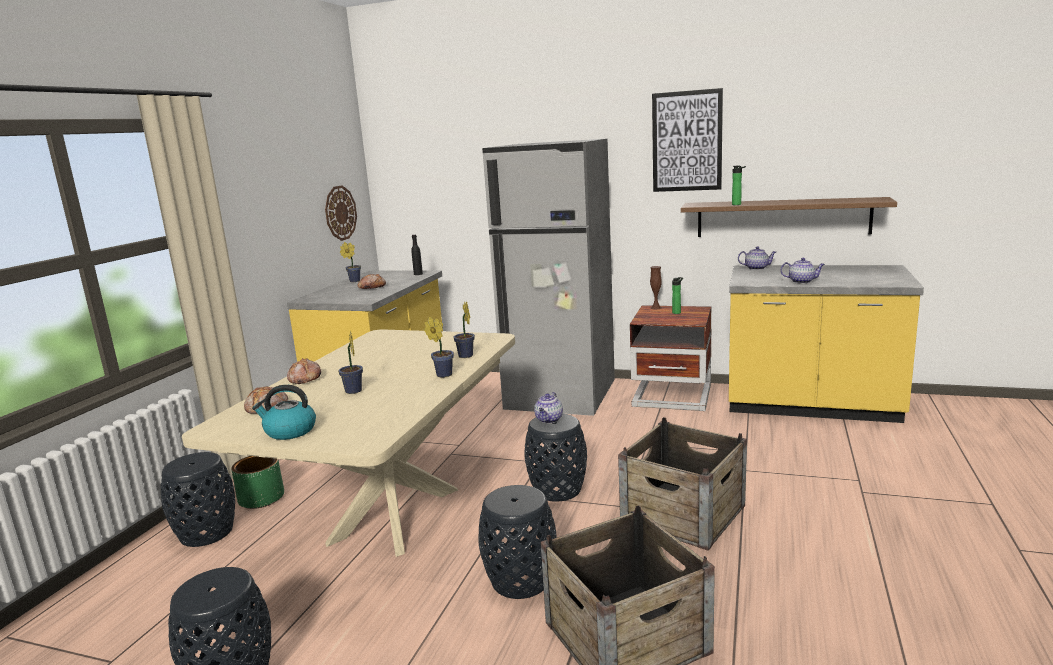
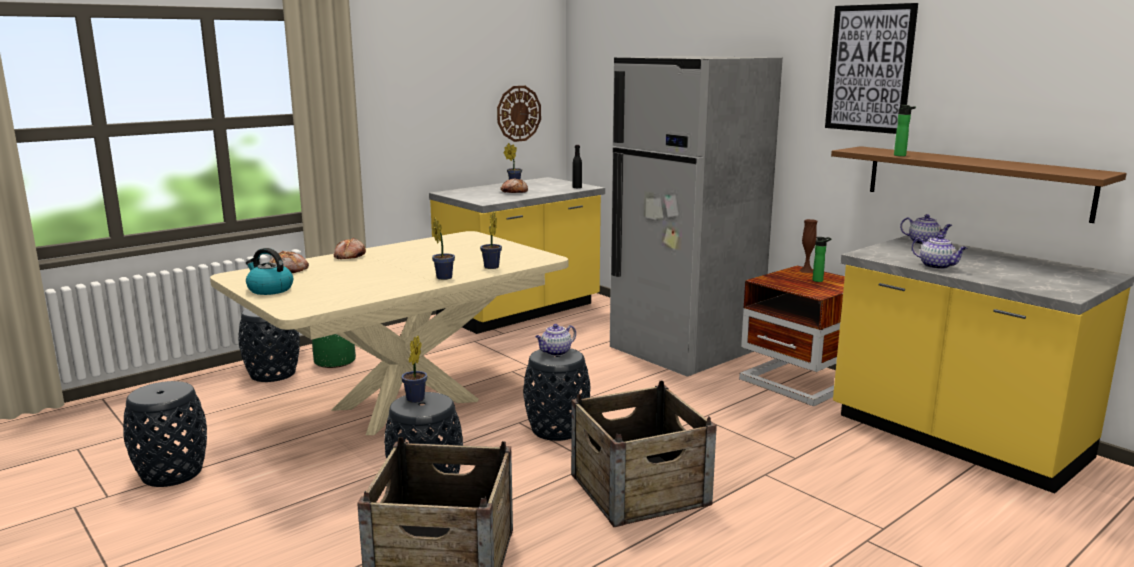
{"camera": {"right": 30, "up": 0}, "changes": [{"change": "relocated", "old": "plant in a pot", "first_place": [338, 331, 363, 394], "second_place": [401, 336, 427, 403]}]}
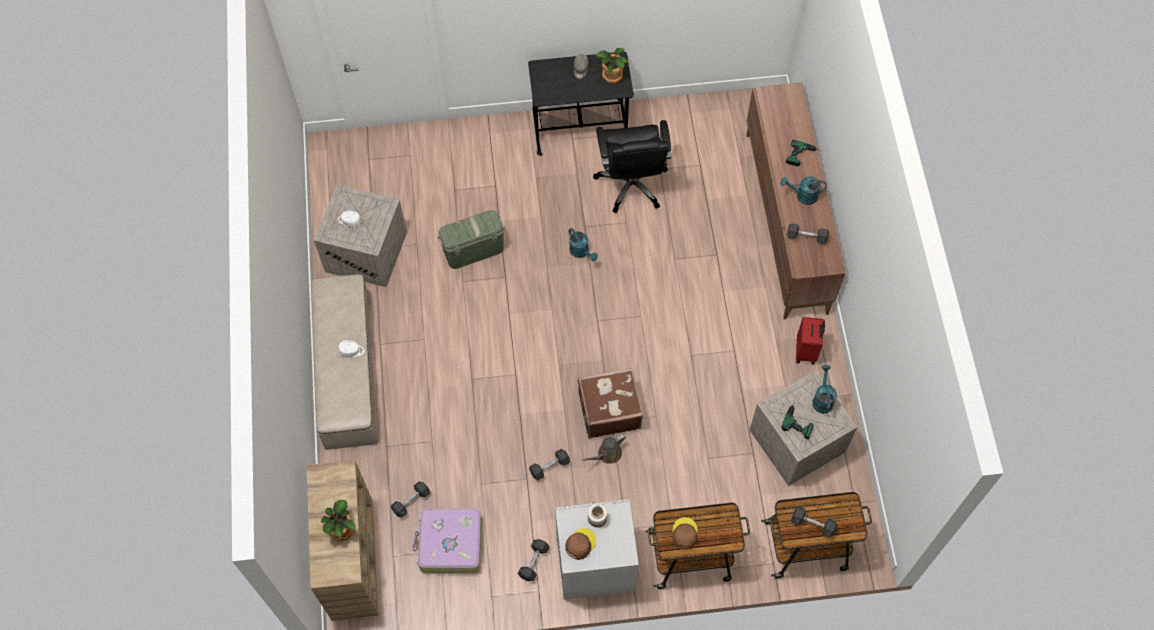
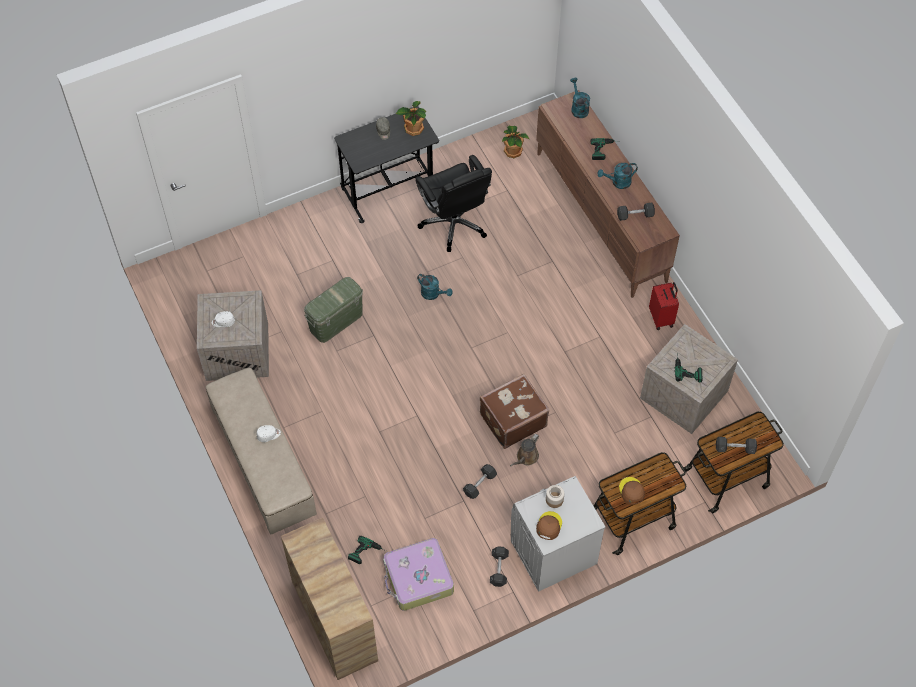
{"camera": {"right": -20, "up": -5}, "changes": [{"change": "relocated", "old": "plant in a pot", "first_place": [321, 500, 355, 541], "second_place": [502, 126, 529, 158]}, {"change": "exchanged", "old": "dumbbell (grey)", "new": "drill", "first_place": [391, 481, 430, 518], "second_place": [348, 536, 386, 564]}, {"change": "relocated", "old": "watering can (blue-green)", "first_place": [813, 365, 837, 414], "second_place": [570, 78, 590, 118]}]}
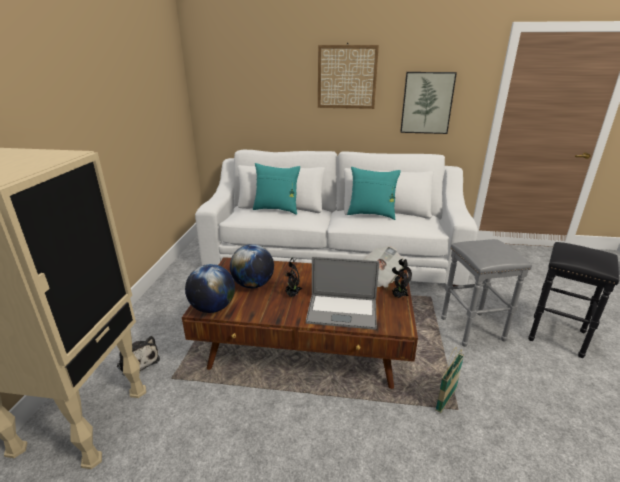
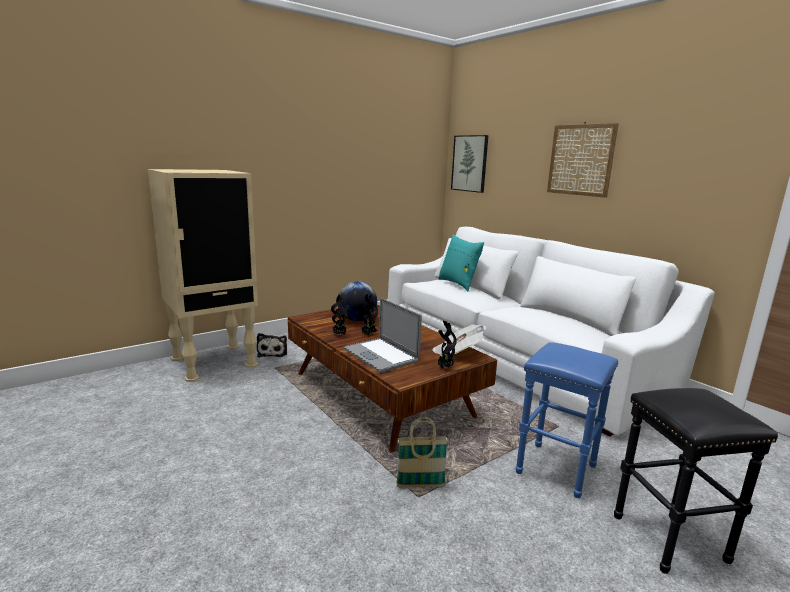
{"camera": {"right": 45, "up": -10}, "changes": [{"change": "missing", "old": "world globe", "first_place": [185, 264, 235, 313]}, {"change": "missing", "old": "pillow (blue-green)", "first_place": [347, 167, 401, 220]}, {"change": "relocated", "old": "wall picture", "first_place": [400, 72, 457, 134], "second_place": [451, 135, 488, 193]}, {"change": "colour", "old": "stool seat (grey)", "new": "stool seat (blue-coloured)", "first_place": [441, 239, 532, 347], "second_place": [516, 342, 618, 498]}, {"change": "appeared", "new": "plant in a pot", "second_place": [331, 293, 349, 335]}]}
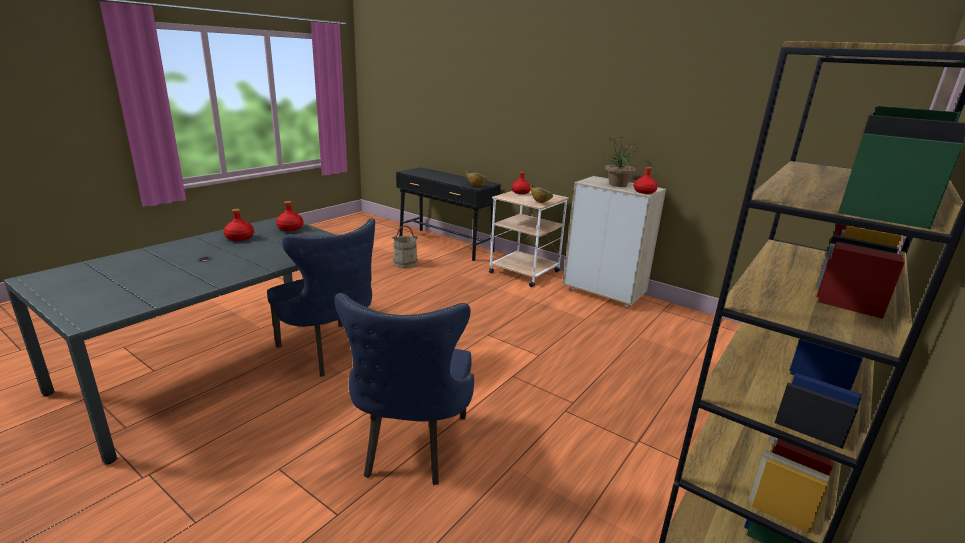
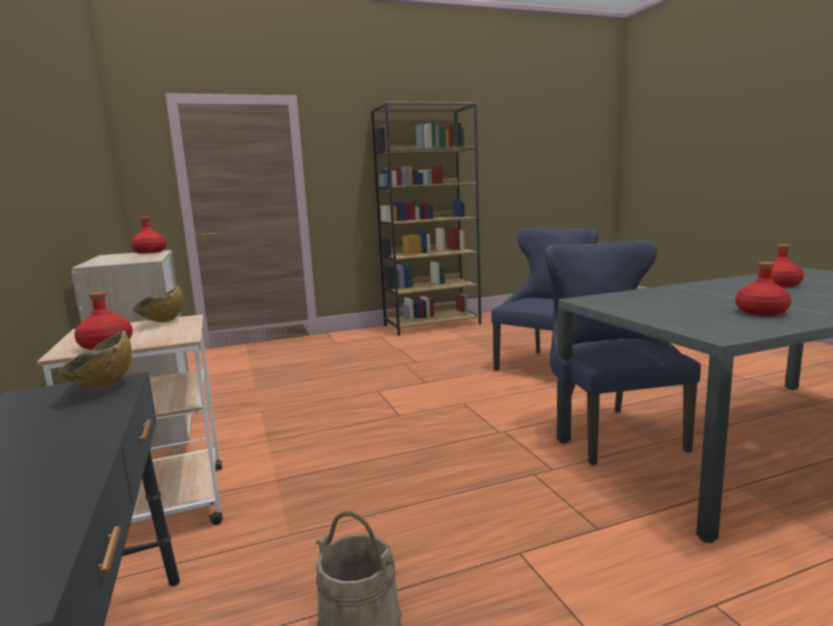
{"camera": {"right": -145, "up": -10}, "changes": [{"change": "relocated", "old": "beverage bottle (reddish)", "first_place": [276, 201, 304, 231], "second_place": [758, 244, 804, 287]}, {"change": "missing", "old": "plant in a pot", "first_place": [603, 136, 638, 187]}]}
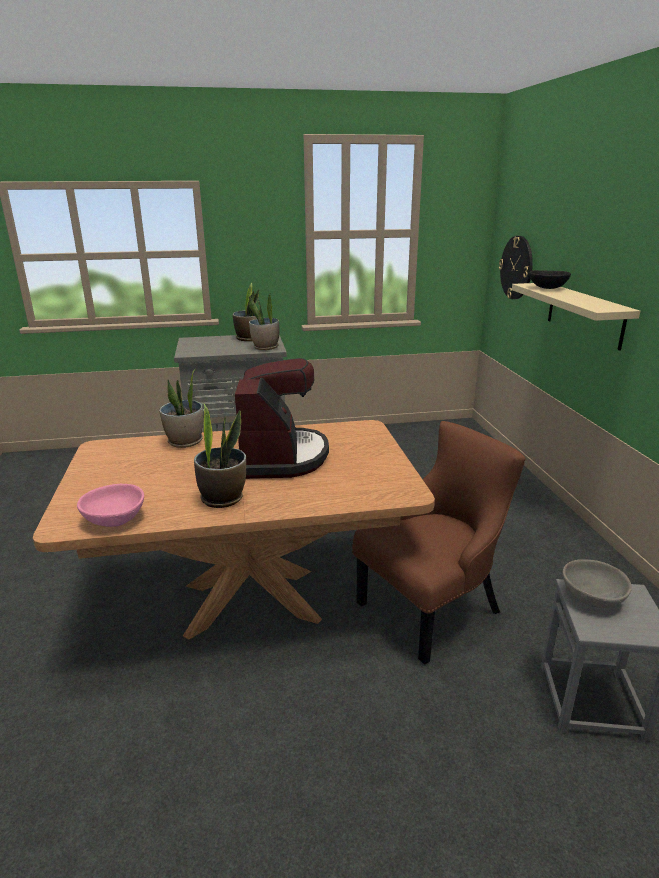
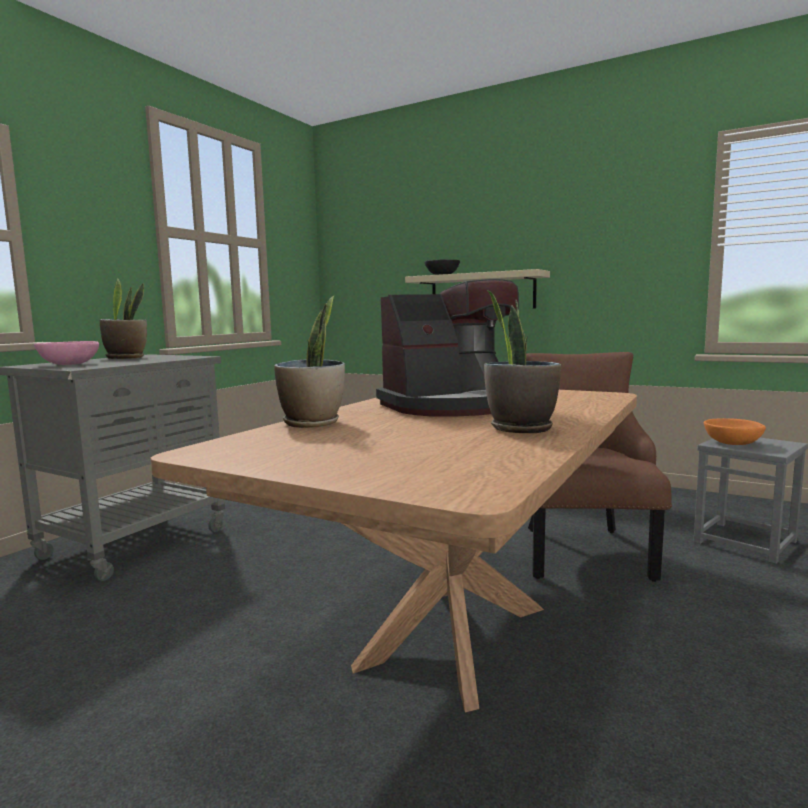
{"camera": {"right": -50, "up": -15}, "changes": [{"change": "relocated", "old": "bowl (pink-coloured)", "first_place": [77, 484, 144, 527], "second_place": [34, 341, 99, 365]}, {"change": "spun", "old": "coffee brewer", "first_place": [235, 358, 329, 479], "second_place": [376, 279, 519, 417], "degrees": 120}, {"change": "missing", "old": "plant in a pot", "first_place": [249, 294, 279, 350]}, {"change": "missing", "old": "hanging clock", "first_place": [499, 236, 533, 299]}, {"change": "colour", "old": "bowl (grey)", "new": "bowl (orange)", "first_place": [562, 559, 632, 608], "second_place": [704, 418, 766, 445]}]}
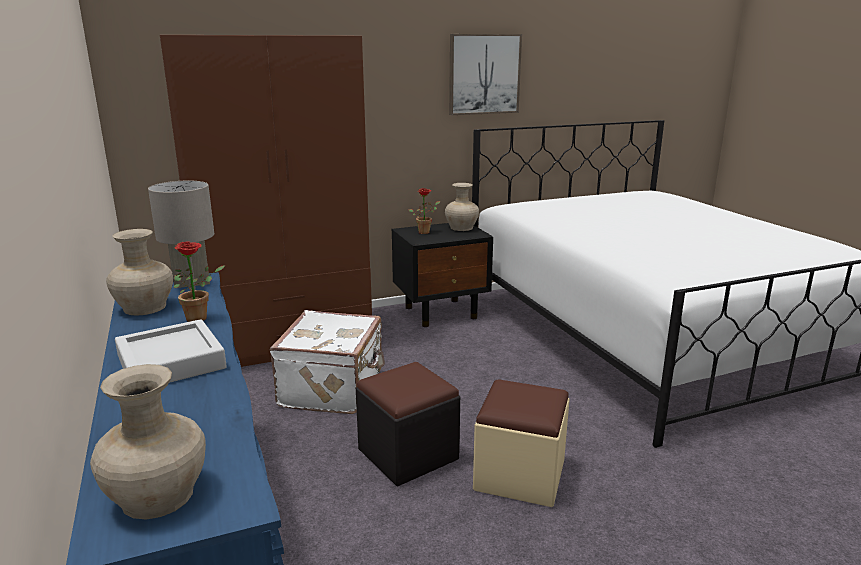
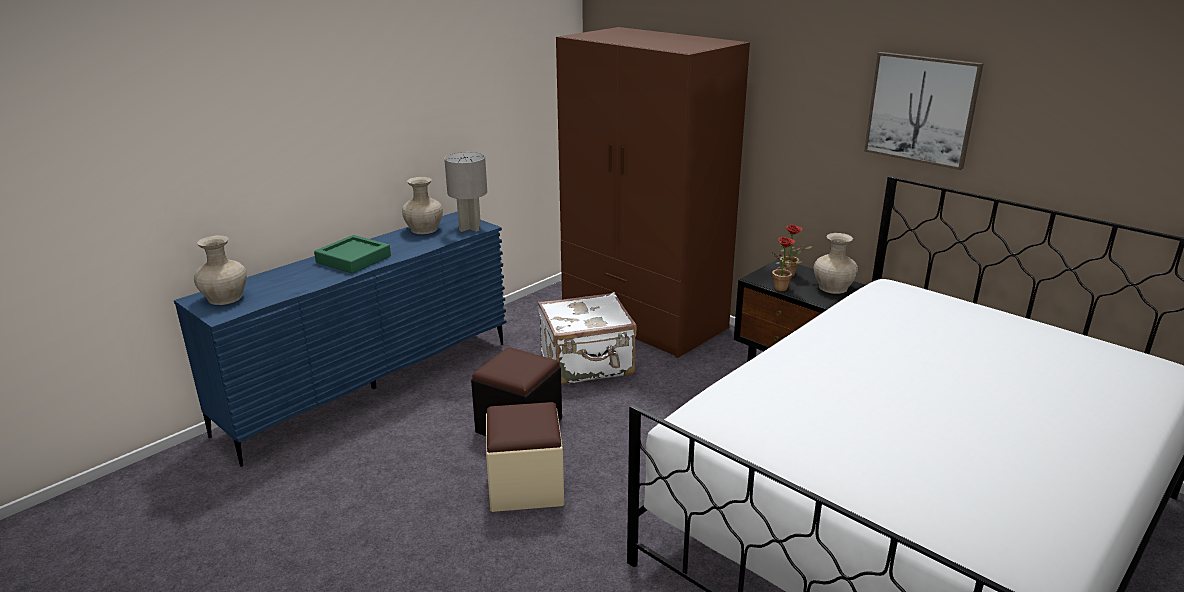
{"camera": {"right": 65, "up": 5}, "changes": [{"change": "colour", "old": "carrying tray (grey)", "new": "carrying tray (green)", "first_place": [115, 319, 227, 383], "second_place": [314, 235, 391, 273]}, {"change": "relocated", "old": "plant in a pot", "first_place": [173, 242, 225, 322], "second_place": [772, 237, 802, 291]}]}
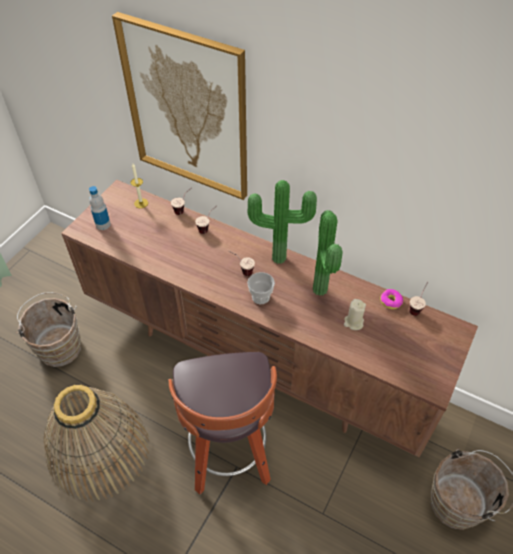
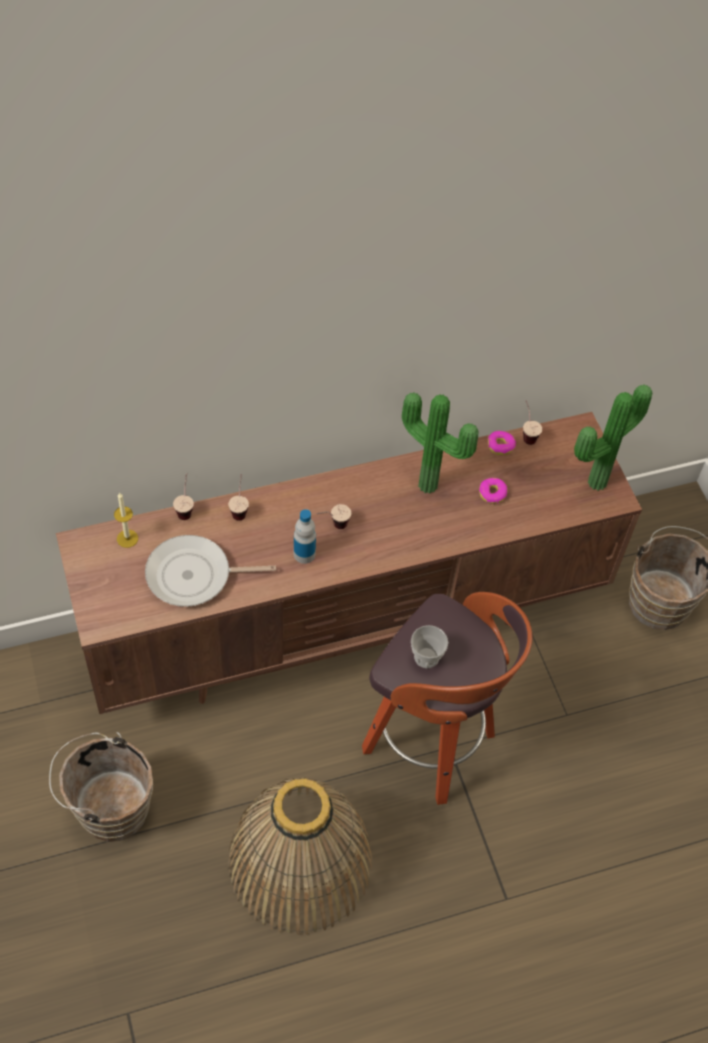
{"camera": {"right": -50, "up": 5}, "changes": [{"change": "relocated", "old": "beverage bottle", "first_place": [89, 186, 111, 230], "second_place": [294, 509, 316, 564]}, {"change": "missing", "old": "wall picture", "first_place": [112, 12, 247, 200]}, {"change": "relocated", "old": "drinking cup", "first_place": [247, 272, 275, 305], "second_place": [411, 625, 448, 668]}, {"change": "relocated", "old": "plant in a pot", "first_place": [248, 180, 317, 264], "second_place": [574, 384, 652, 491]}, {"change": "exchanged", "old": "wax light (beige)", "new": "donut", "first_place": [344, 299, 366, 330], "second_place": [479, 478, 507, 504]}, {"change": "appeared", "new": "skillet", "second_place": [145, 535, 276, 607]}]}
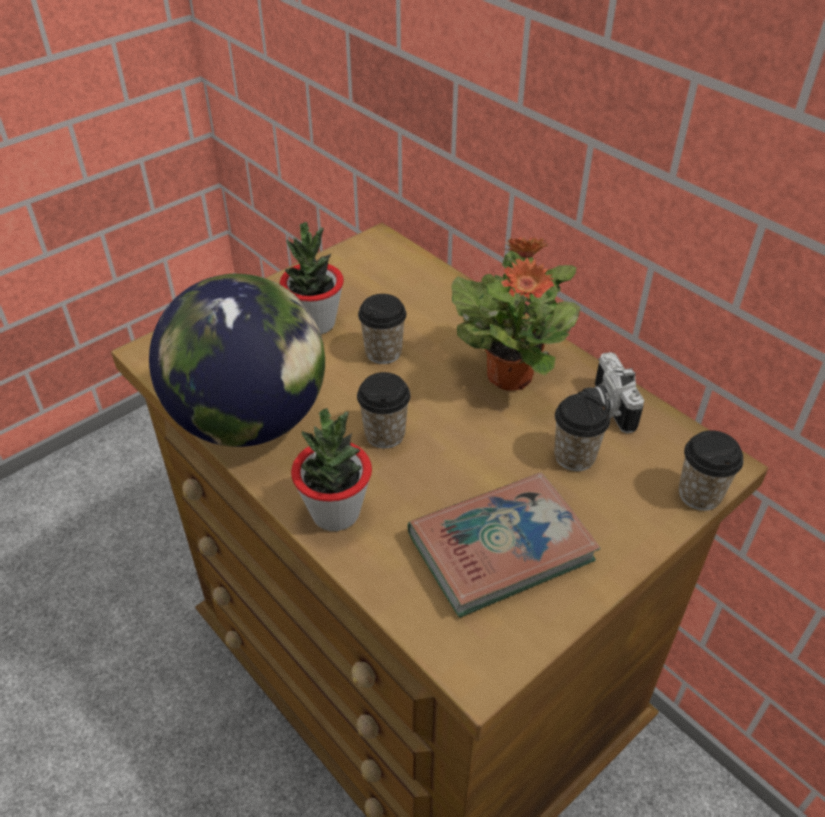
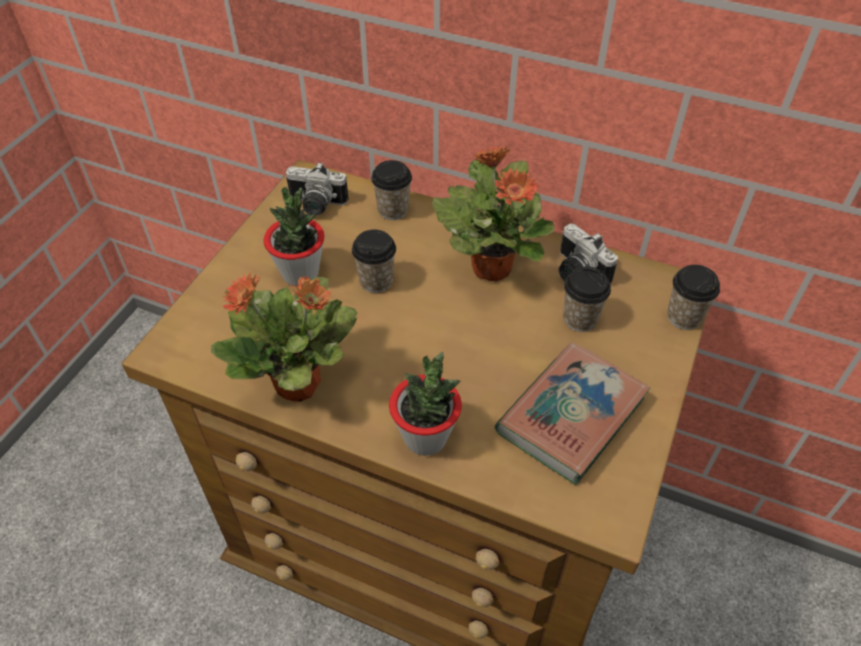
{"camera": {"right": -25, "up": 5}, "changes": [{"change": "exchanged", "old": "world globe", "new": "plant in a pot", "first_place": [149, 274, 325, 447], "second_place": [211, 272, 357, 402]}, {"change": "relocated", "old": "drinking cup", "first_place": [357, 372, 411, 448], "second_place": [371, 160, 412, 220]}, {"change": "appeared", "new": "photo camera", "second_place": [286, 162, 349, 216]}]}
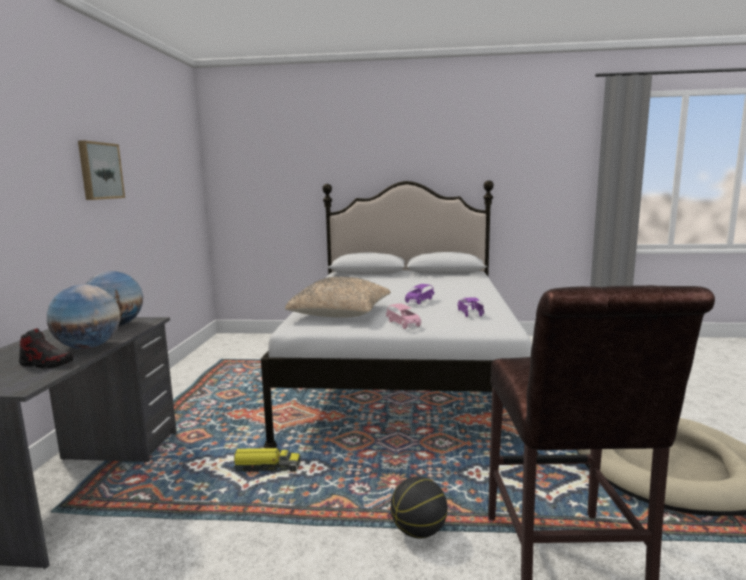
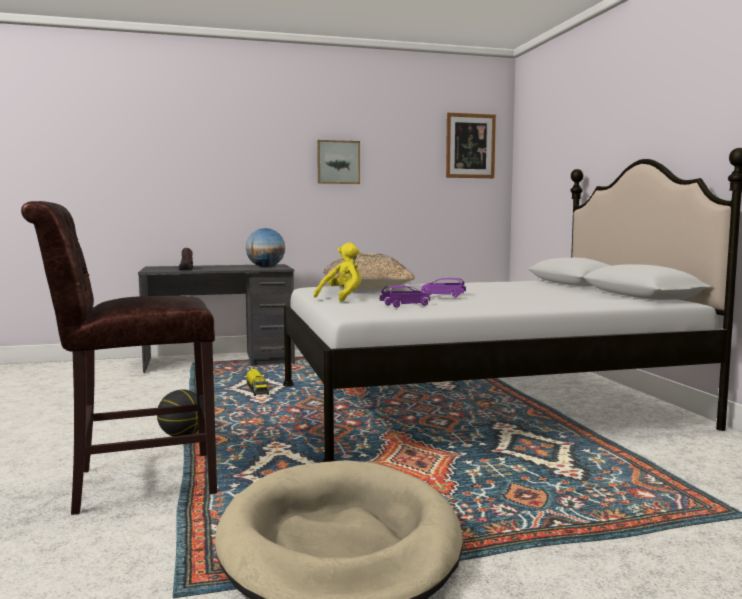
{"camera": {"right": 70, "up": -5}, "changes": [{"change": "missing", "old": "world globe", "first_place": [47, 284, 120, 349]}, {"change": "exchanged", "old": "toy car (pink-coloured)", "new": "cuddly toy (yellow)", "first_place": [386, 303, 421, 329], "second_place": [314, 243, 361, 302]}, {"change": "appeared", "new": "wall picture", "second_place": [446, 113, 496, 178]}]}
